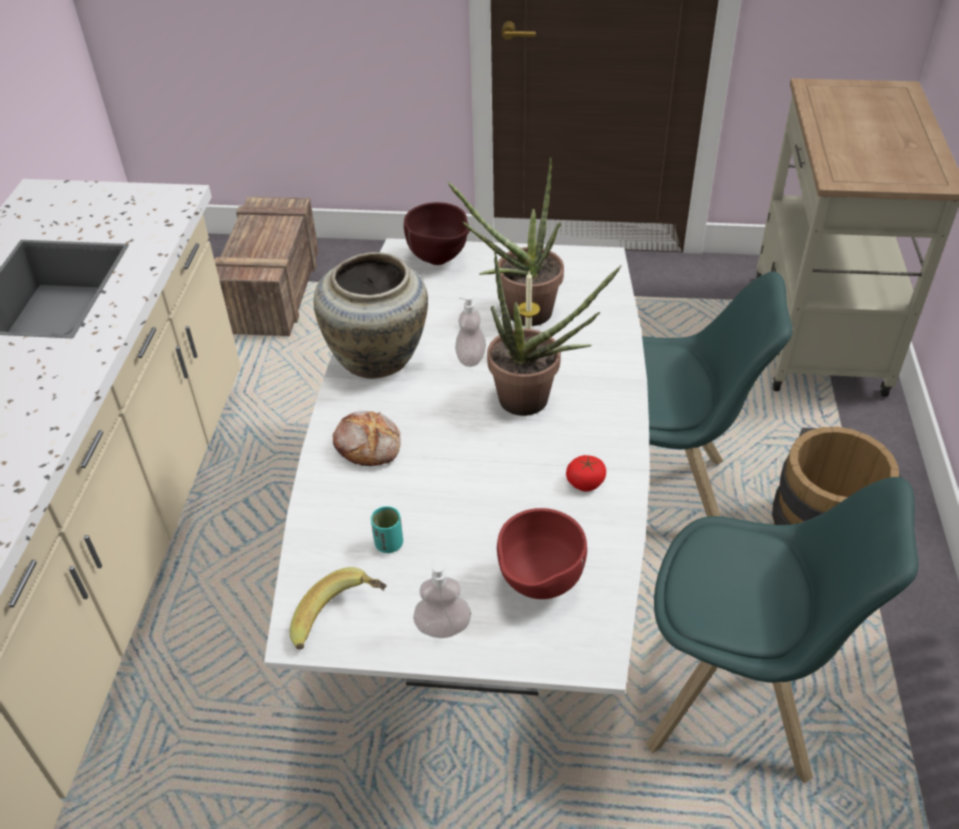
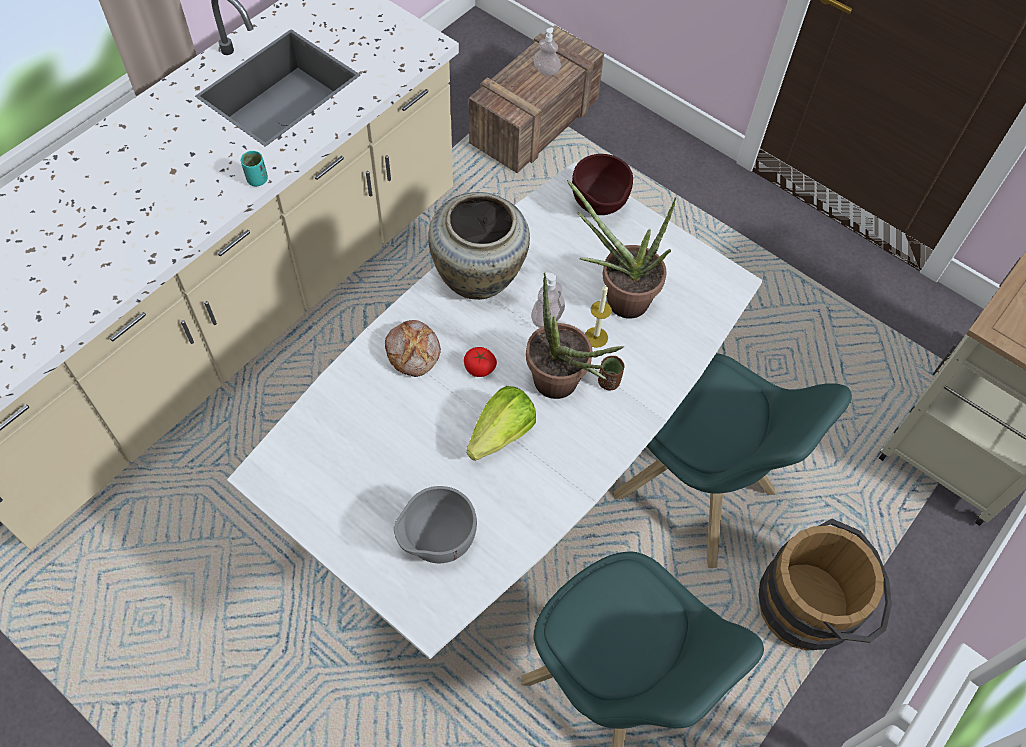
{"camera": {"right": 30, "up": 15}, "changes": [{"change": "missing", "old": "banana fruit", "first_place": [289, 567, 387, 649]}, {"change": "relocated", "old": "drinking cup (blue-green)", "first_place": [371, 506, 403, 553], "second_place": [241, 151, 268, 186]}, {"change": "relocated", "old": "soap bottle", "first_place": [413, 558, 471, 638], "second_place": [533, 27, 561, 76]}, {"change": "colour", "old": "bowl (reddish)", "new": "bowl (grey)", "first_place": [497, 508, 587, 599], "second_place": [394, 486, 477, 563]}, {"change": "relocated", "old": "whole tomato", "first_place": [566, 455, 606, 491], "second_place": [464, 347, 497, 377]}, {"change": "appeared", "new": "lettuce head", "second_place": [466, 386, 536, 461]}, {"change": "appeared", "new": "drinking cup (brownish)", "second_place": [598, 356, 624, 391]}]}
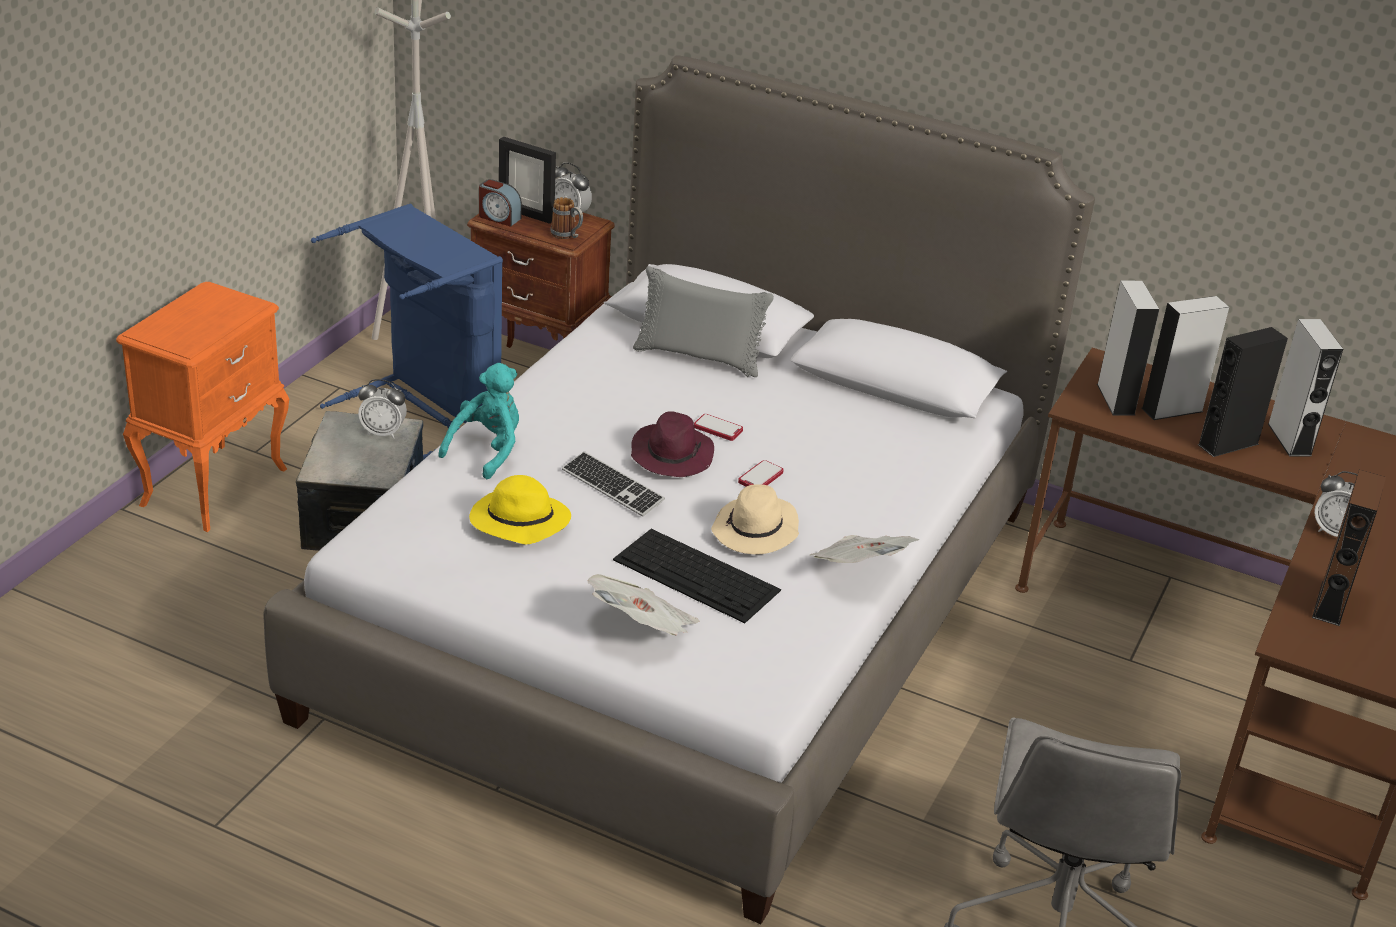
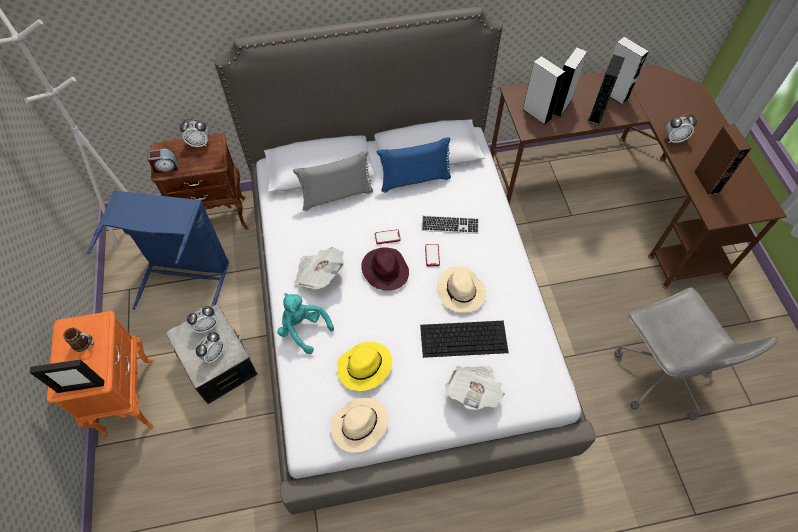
{"camera": {"right": -35, "up": 25}, "changes": [{"change": "spun", "old": "cuddly toy (blue-green)", "first_place": [438, 363, 519, 479], "second_place": [277, 293, 334, 354], "degrees": -45}, {"change": "relocated", "old": "photo frame", "first_place": [499, 137, 556, 224], "second_place": [30, 360, 104, 393]}, {"change": "relocated", "old": "coffee mug", "first_place": [550, 197, 583, 239], "second_place": [63, 328, 94, 352]}, {"change": "relocated", "old": "computer keyboard", "first_place": [562, 451, 665, 517], "second_place": [421, 215, 479, 234]}, {"change": "relocated", "old": "newspaper", "first_place": [810, 535, 920, 563], "second_place": [295, 247, 344, 289]}, {"change": "appeared", "new": "table clock", "second_place": [196, 332, 224, 363]}, {"change": "appeared", "new": "hat (beige)", "second_place": [331, 397, 388, 453]}, {"change": "appeared", "new": "pillow (blue-coloured)", "second_place": [377, 137, 451, 193]}]}
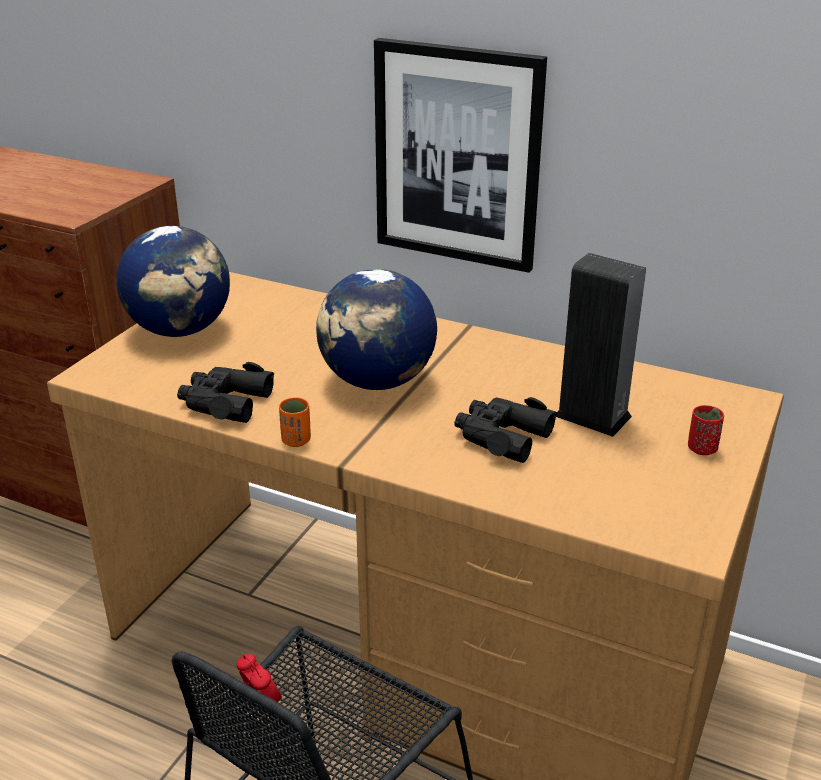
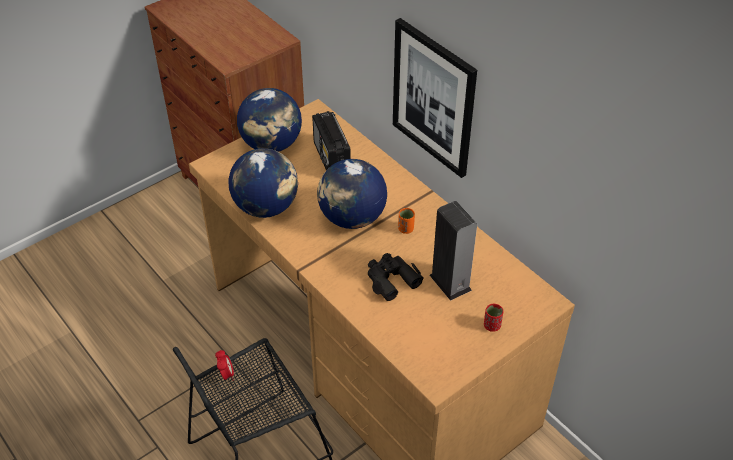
{"camera": {"right": 25, "up": 15}, "changes": [{"change": "exchanged", "old": "field glasses (blackish)", "new": "world globe", "first_place": [177, 362, 274, 423], "second_place": [228, 148, 298, 218]}, {"change": "relocated", "old": "drinking cup (orange)", "first_place": [279, 397, 311, 447], "second_place": [398, 208, 415, 234]}, {"change": "appeared", "new": "radio set", "second_place": [312, 111, 351, 170]}]}
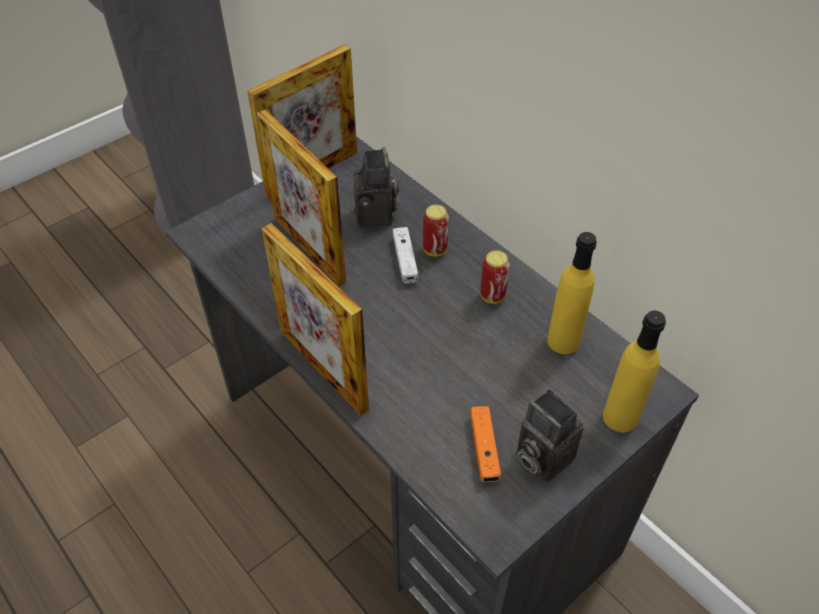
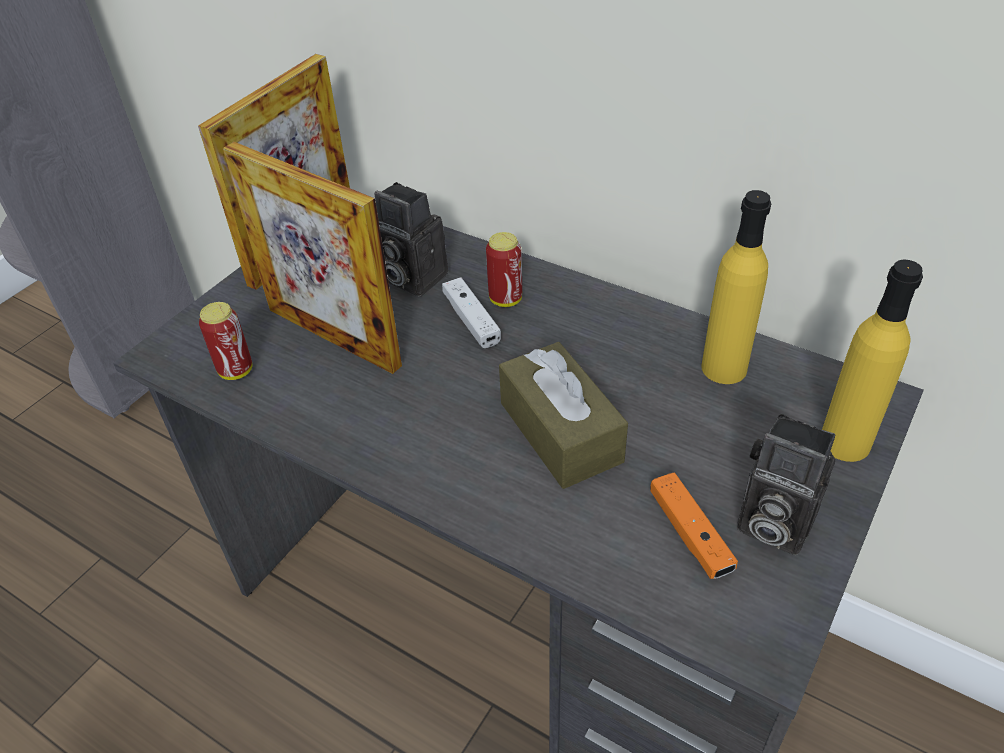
{"camera": {"right": -15, "up": -5}, "changes": [{"change": "missing", "old": "photo frame", "first_place": [261, 223, 369, 416]}, {"change": "spun", "old": "photo camera", "first_place": [353, 147, 399, 229], "second_place": [374, 182, 448, 297], "degrees": 150}, {"change": "relocated", "old": "sealed can", "first_place": [480, 250, 510, 304], "second_place": [199, 302, 252, 380]}, {"change": "appeared", "new": "tissue box (brownish)", "second_place": [499, 342, 628, 489]}]}
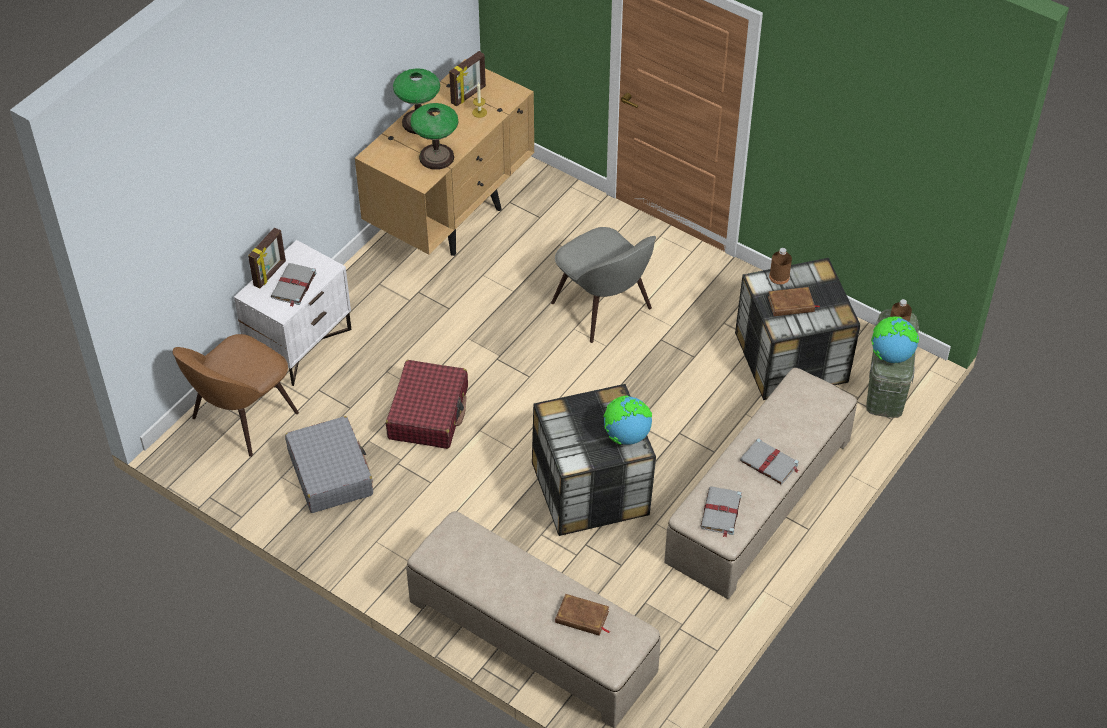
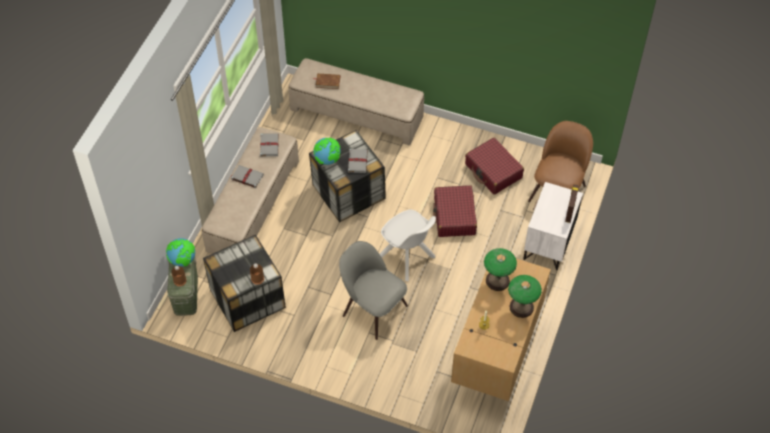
{"camera": {"right": 165, "up": 5}, "changes": [{"change": "relocated", "old": "bound book (grey)", "first_place": [271, 263, 317, 307], "second_place": [348, 149, 368, 173]}, {"change": "colour", "old": "suitcase (grey)", "new": "suitcase (reddish)", "first_place": [285, 416, 373, 513], "second_place": [465, 137, 524, 195]}, {"change": "missing", "old": "photo frame", "first_place": [449, 51, 486, 106]}, {"change": "missing", "old": "bound book (brownish)", "first_place": [768, 287, 819, 316]}, {"change": "appeared", "new": "upright chair (white)", "second_place": [380, 210, 436, 281]}]}
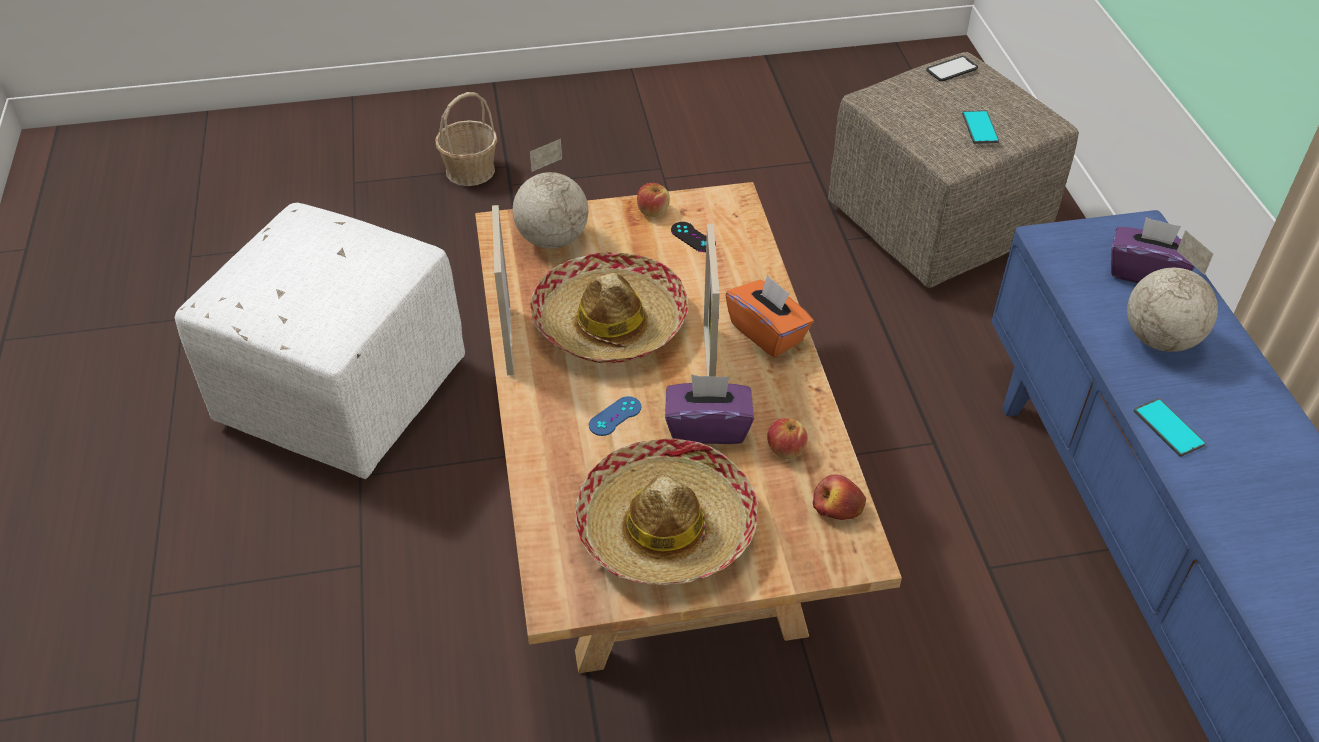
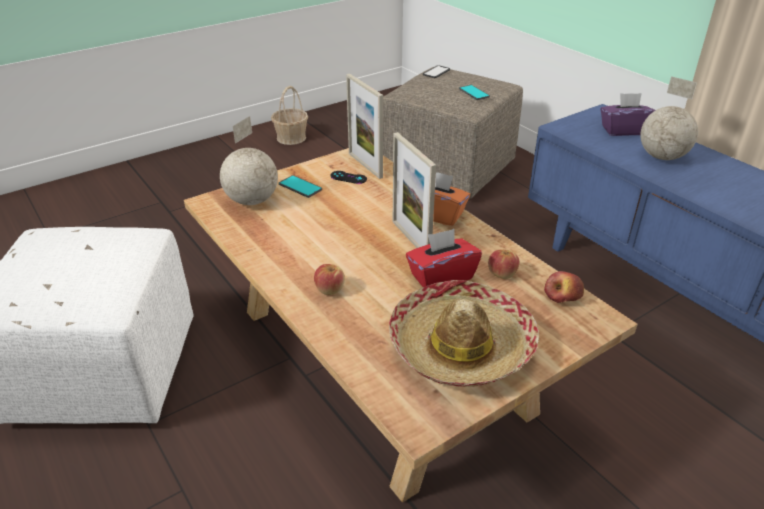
{"camera": {"right": -25, "up": -10}, "changes": [{"change": "relocated", "old": "basket", "first_place": [435, 92, 497, 186], "second_place": [271, 86, 308, 145]}, {"change": "relocated", "old": "photo frame", "first_place": [492, 205, 514, 375], "second_place": [346, 74, 383, 179]}, {"change": "missing", "old": "hat", "first_place": [530, 251, 688, 364]}, {"change": "missing", "old": "gamepad (blue-coloured)", "first_place": [589, 396, 641, 436]}, {"change": "relocated", "old": "apple", "first_place": [637, 183, 670, 217], "second_place": [314, 264, 345, 295]}, {"change": "colour", "old": "tissue box (purple-coloured)", "new": "tissue box (reddish)", "first_place": [665, 374, 754, 444], "second_place": [406, 229, 482, 287]}, {"change": "relocated", "old": "phone", "first_place": [1134, 398, 1206, 457], "second_place": [279, 175, 322, 198]}]}
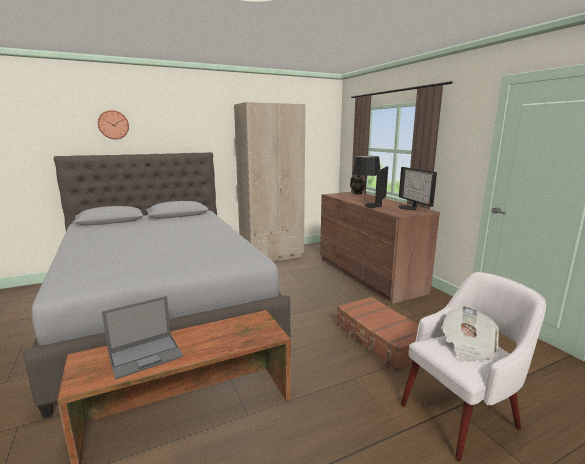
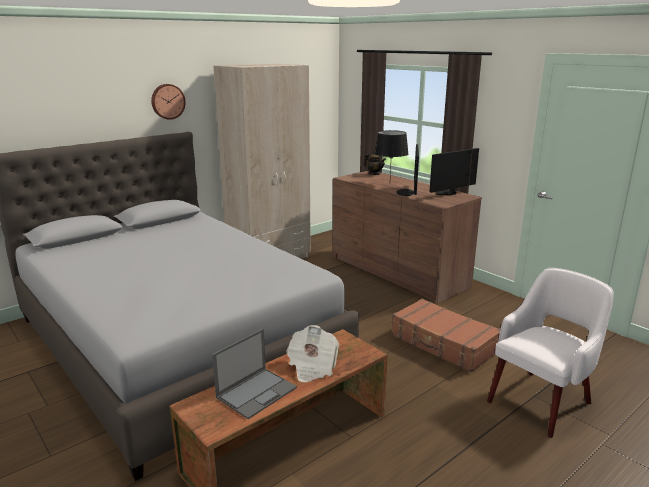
{"camera": {"right": -15, "up": 5}, "changes": [{"change": "relocated", "old": "hanging clock", "first_place": [98, 110, 129, 139], "second_place": [151, 84, 186, 120]}, {"change": "spun", "old": "computer screen", "first_place": [399, 167, 437, 210], "second_place": [429, 148, 479, 195], "degrees": 90}, {"change": "relocated", "old": "newspaper", "first_place": [442, 306, 499, 362], "second_place": [286, 325, 339, 382]}]}
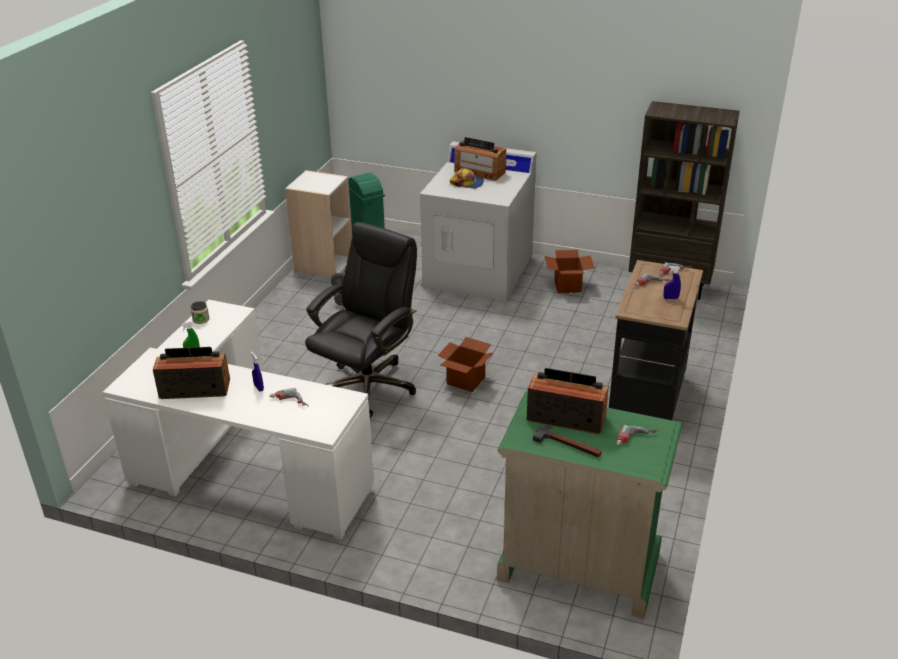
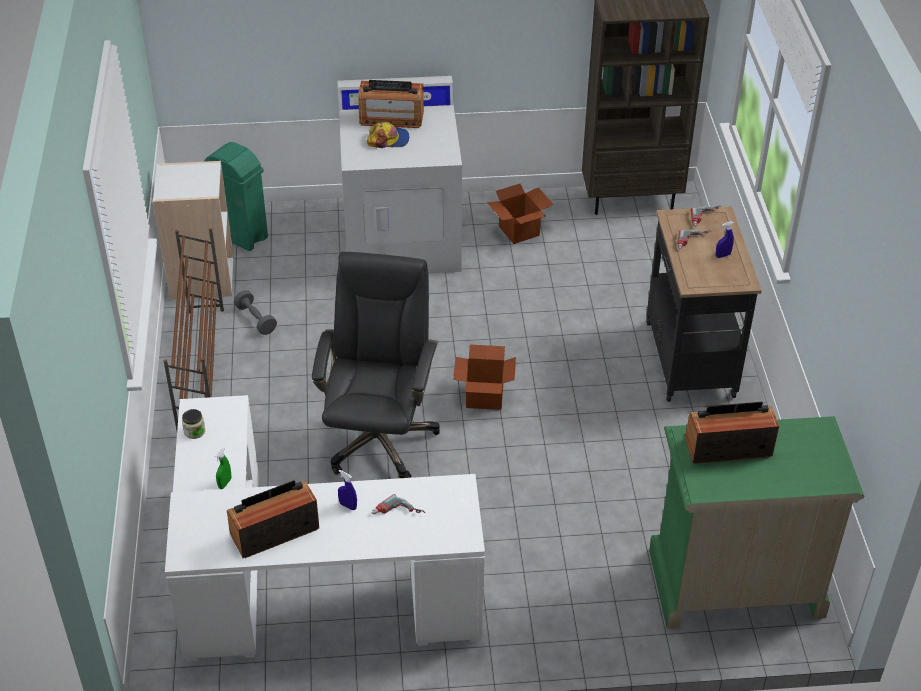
{"camera": {"right": -25, "up": 10}, "changes": [{"change": "missing", "old": "tool hammer", "first_place": [533, 425, 602, 457]}, {"change": "missing", "old": "drill", "first_place": [616, 425, 660, 446]}, {"change": "appeared", "new": "shoe shelf (brownish)", "second_place": [164, 228, 224, 430]}]}
